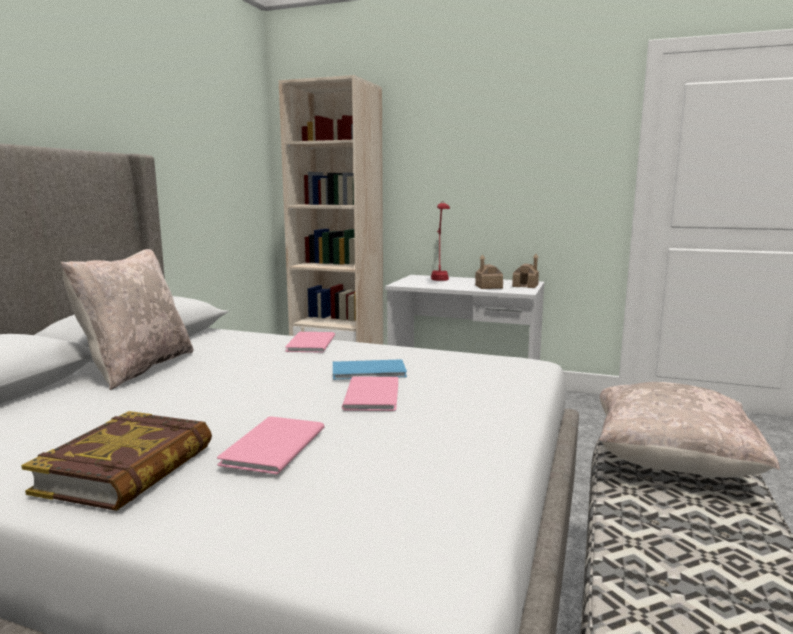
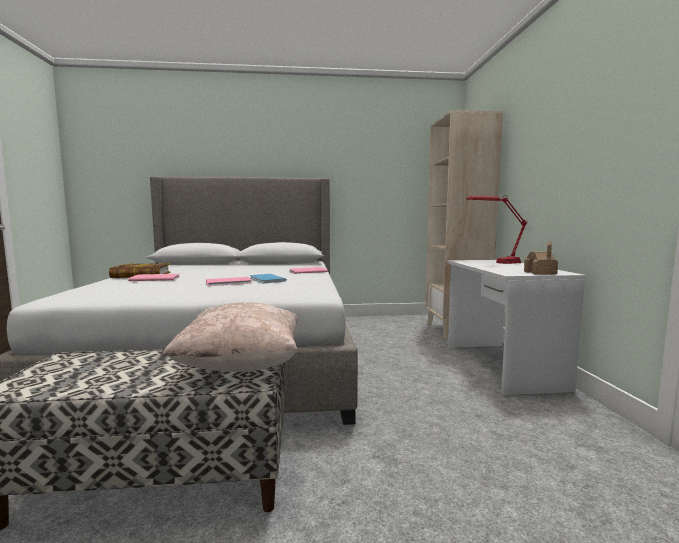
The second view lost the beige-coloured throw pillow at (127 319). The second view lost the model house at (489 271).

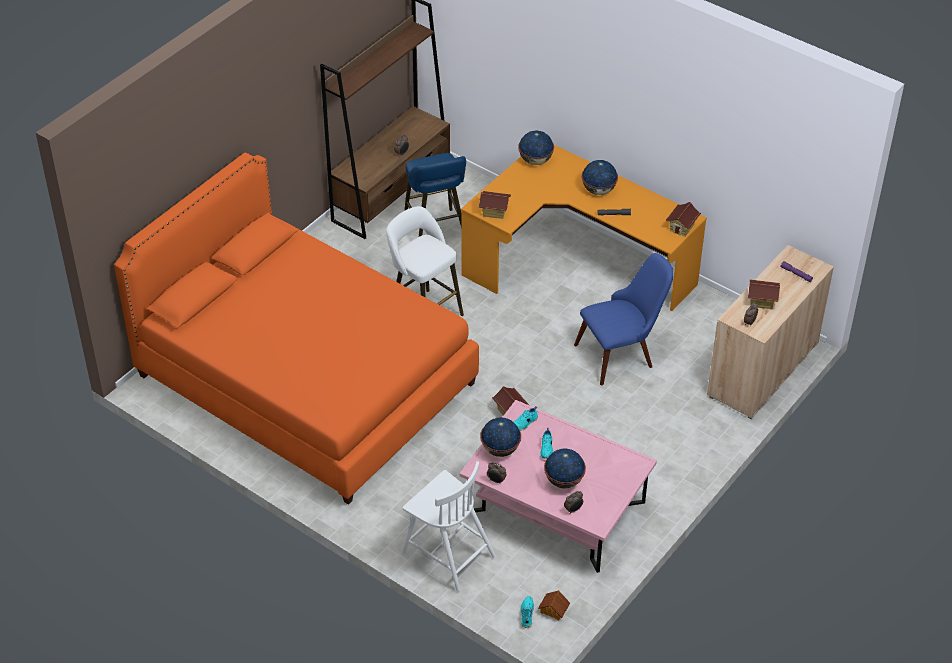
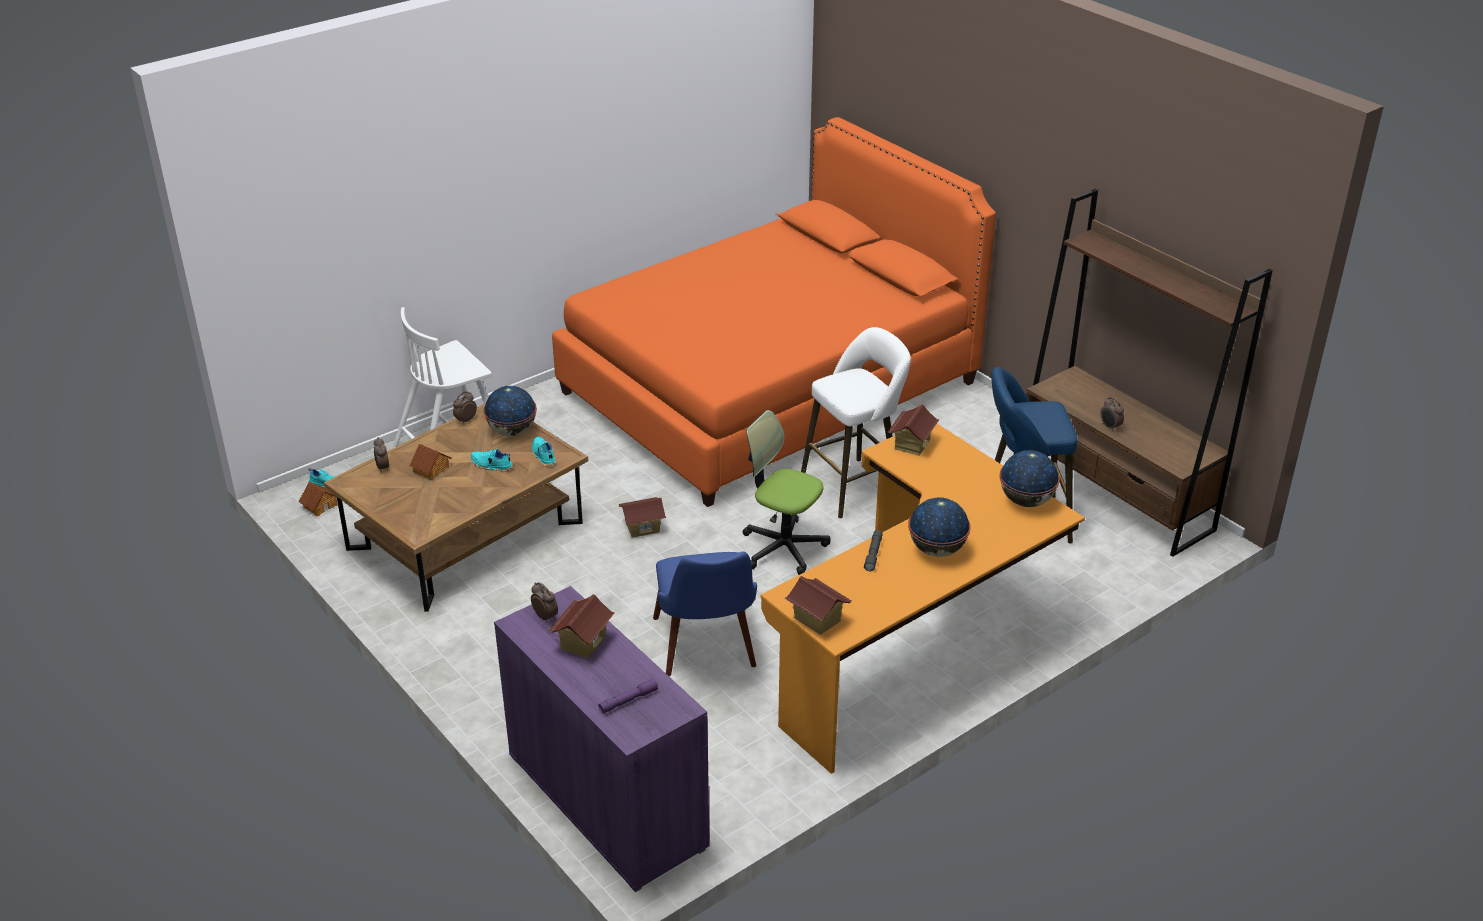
What was the pink lounge table at (558 486) turned into the brown-coloured lounge table at (456 507). Where the desk globe stood at (565 469), the model house came to stand at (431 462). What was the beige-coloured cupboard at (770 332) turned into the purple-coloured cupboard at (602 739). The second view gained the desk chair at (786 492).

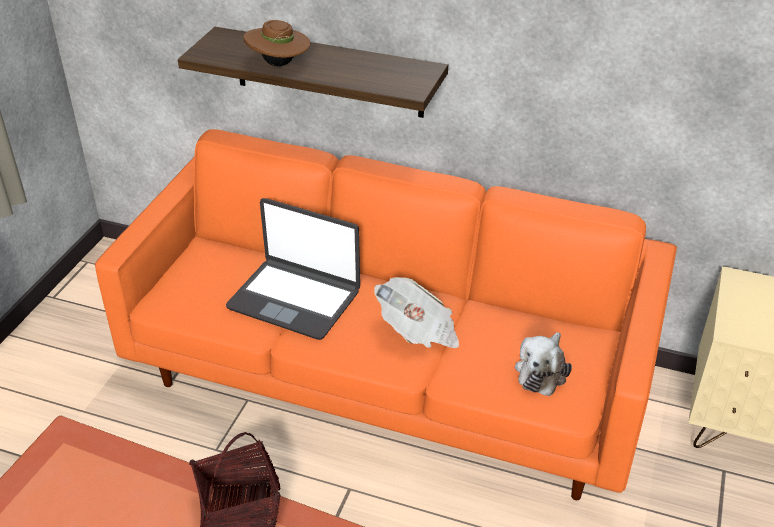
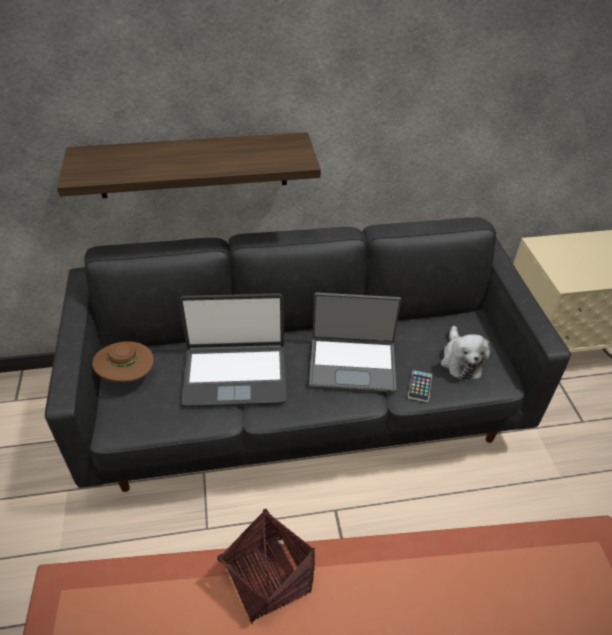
What was the orange-coloured settee at (386 314) turned into the black-coloured settee at (308 354). The brown-coloured wearable hat ended up elsewhere, having gone from (277 43) to (123 362). Where the printed paper stood at (417 312), the notebook computer came to stand at (355 343). The second view gained the telephone at (420 386).

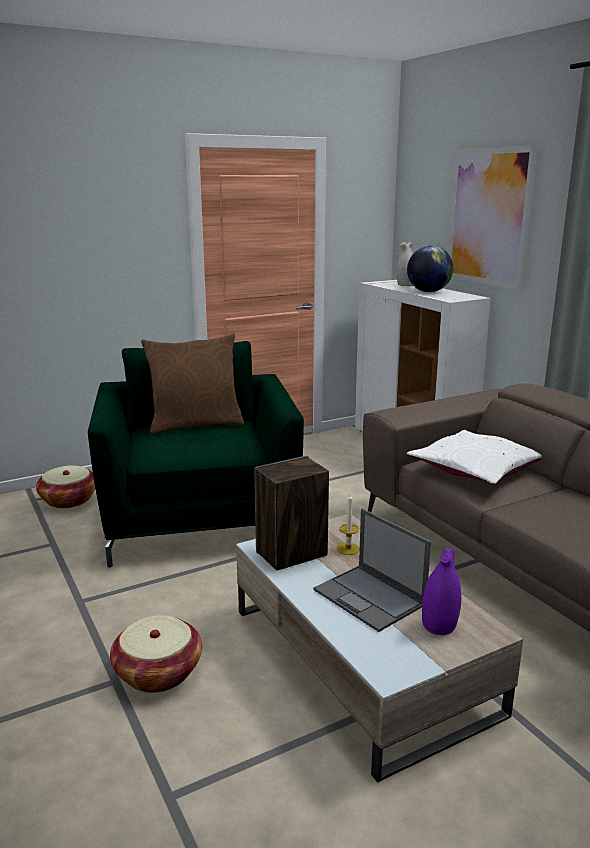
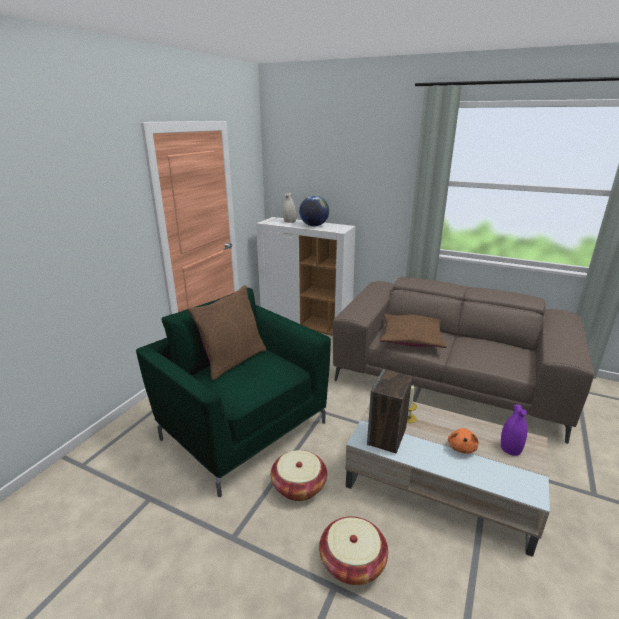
The basket ended up elsewhere, having gone from (65 486) to (299 475). What was the white throw pillow at (474 457) turned into the brown-coloured throw pillow at (413 331). Where the notebook computer stood at (372 570), the orange-coloured plush toy came to stand at (463 441). The second view lost the wall art at (493 217).

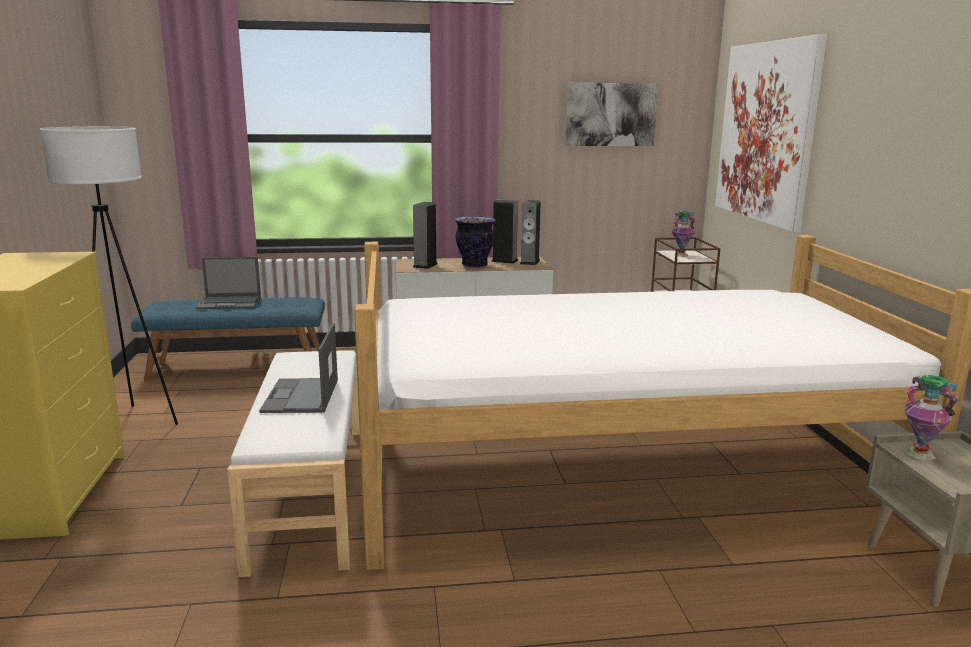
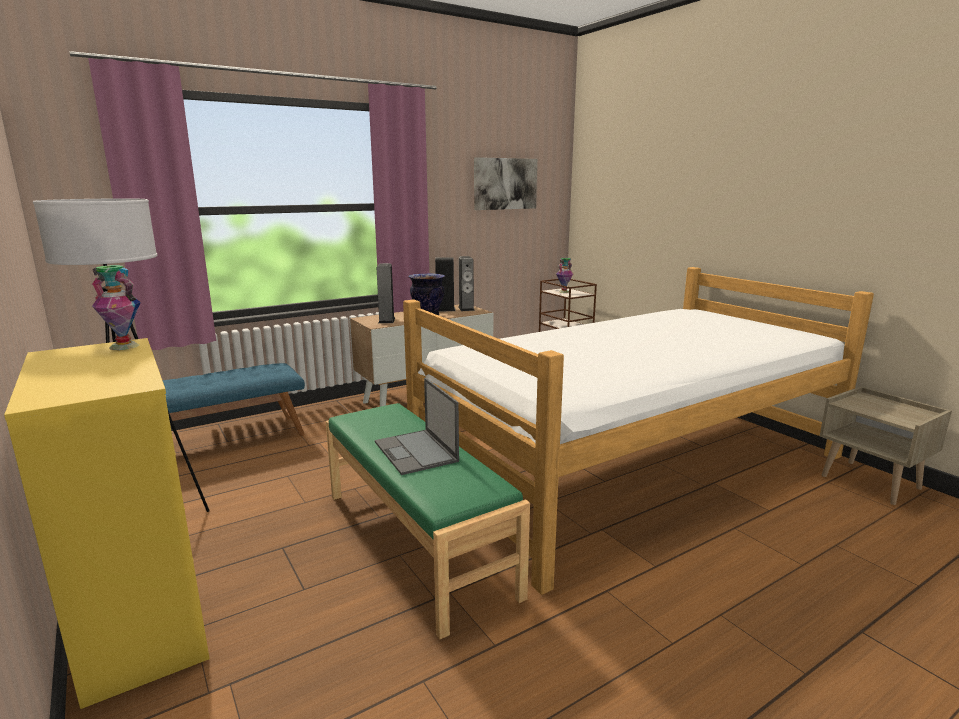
The decorative vase ended up elsewhere, having gone from (931 417) to (116 307). What was the white long seat at (293 463) turned into the green long seat at (428 521). The second view lost the notebook computer at (228 283). The second view lost the wall art at (771 133).

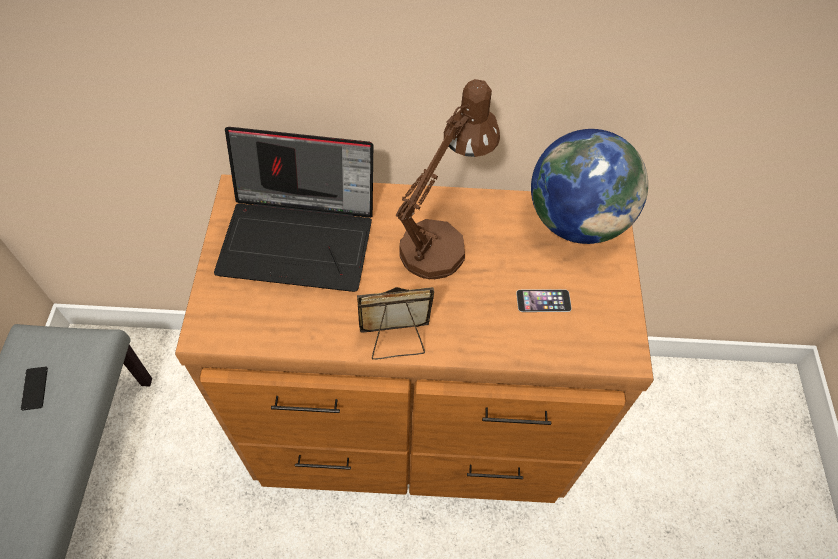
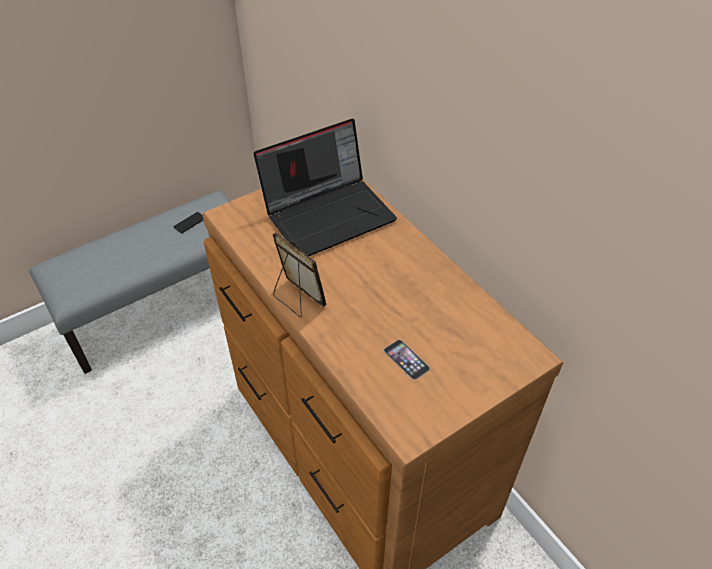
The notebook computer at (293 209) ended up facing another way, 90 degrees counterclockwise from before. The second view lost the brown-coloured table lamp at (448 179). The second view lost the desk globe at (589 186).

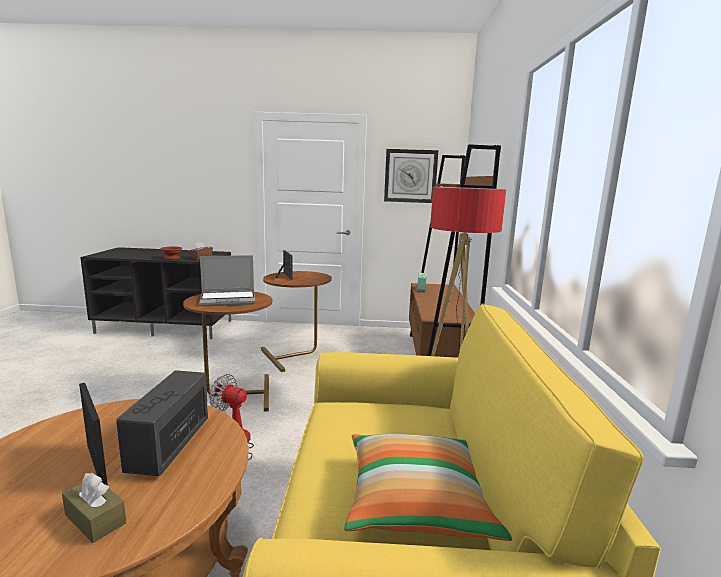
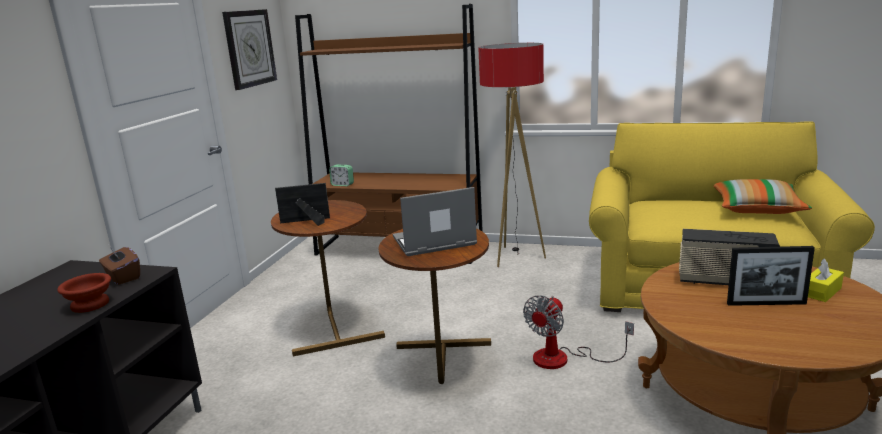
The notebook computer at (227 281) ended up facing another way, 105 degrees counterclockwise from before. The photo frame at (93 434) ended up facing another way, 150 degrees counterclockwise from before. What was the brown-coloured tissue box at (94 508) turned into the yellow tissue box at (826 280).

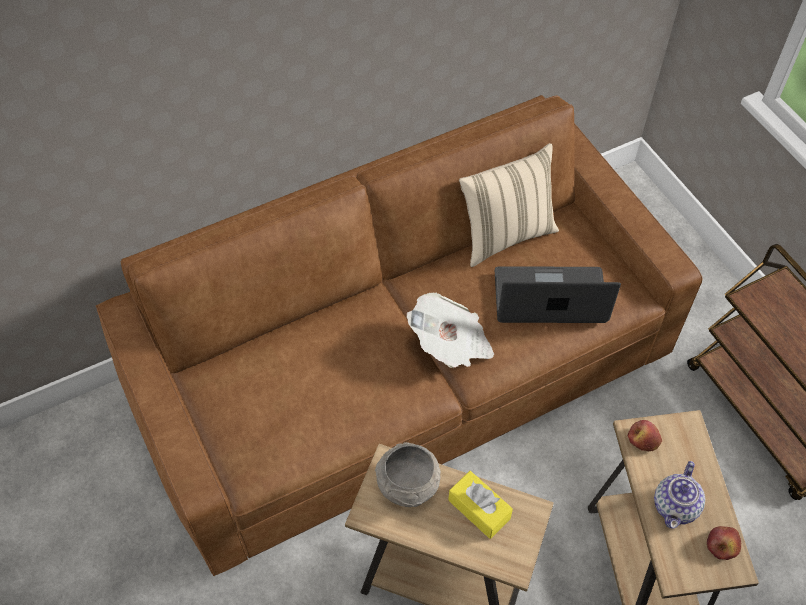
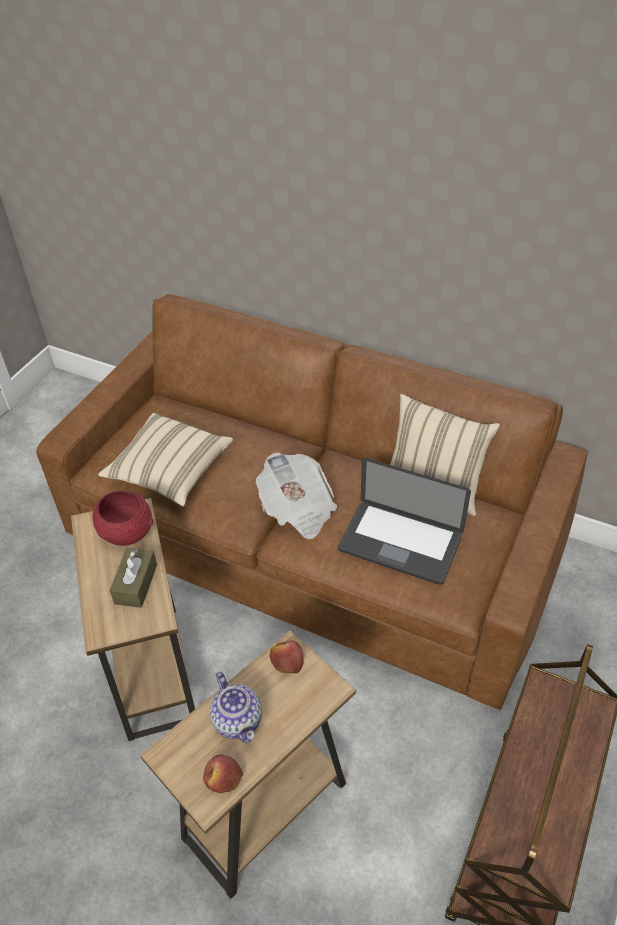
What was the gray serving bowl at (408 474) turned into the red serving bowl at (122 518). The second view gained the beige-coloured throw pillow at (165 459). What was the yellow tissue box at (480 505) turned into the brown-coloured tissue box at (133 578). The pot for tea at (679 495) ended up facing another way, 105 degrees counterclockwise from before. The notebook computer at (558 294) ended up facing another way, 150 degrees clockwise from before.

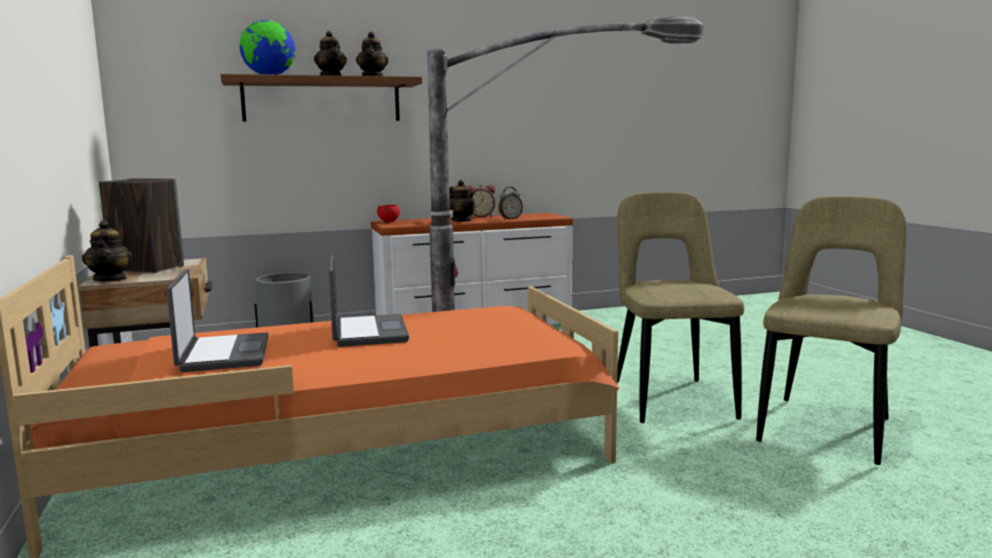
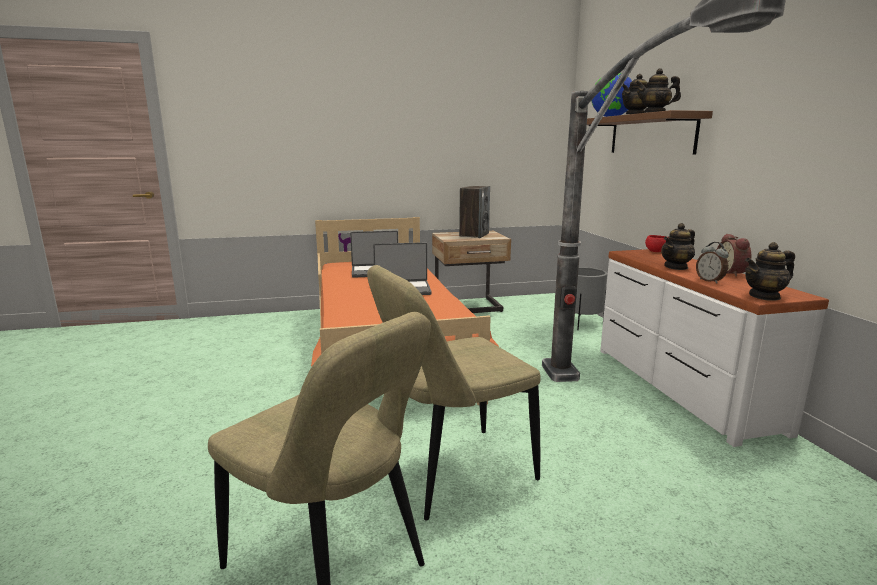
The beige-coloured upright chair at (680 307) ended up facing another way, 150 degrees clockwise from before. The pot for tea ended up elsewhere, having gone from (107 251) to (770 271).

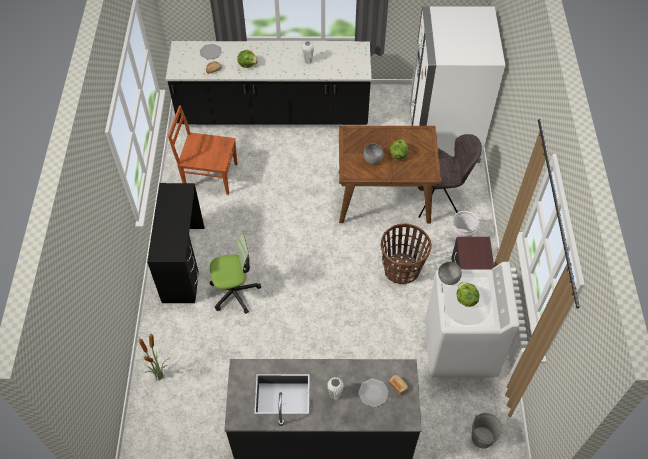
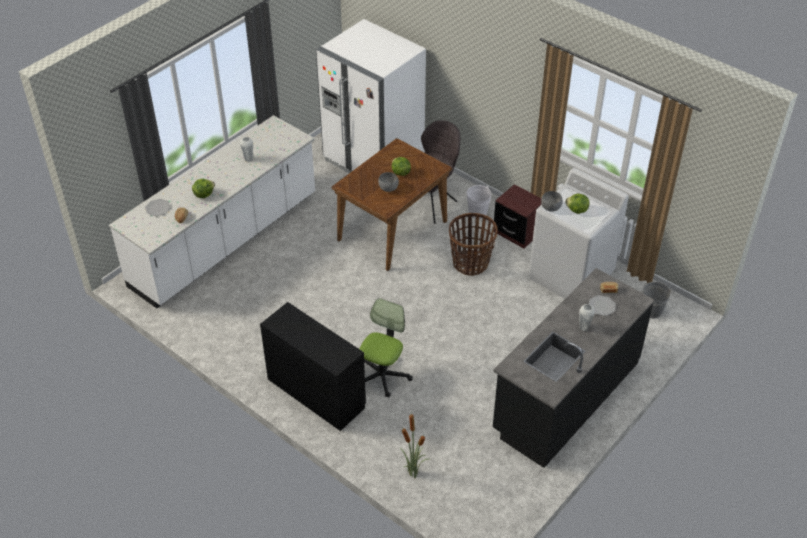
What was the black-coloured kitchen counter at (269 83) turned into the white kitchen counter at (212 211). The second view lost the brown-coloured upright chair at (203 150).

